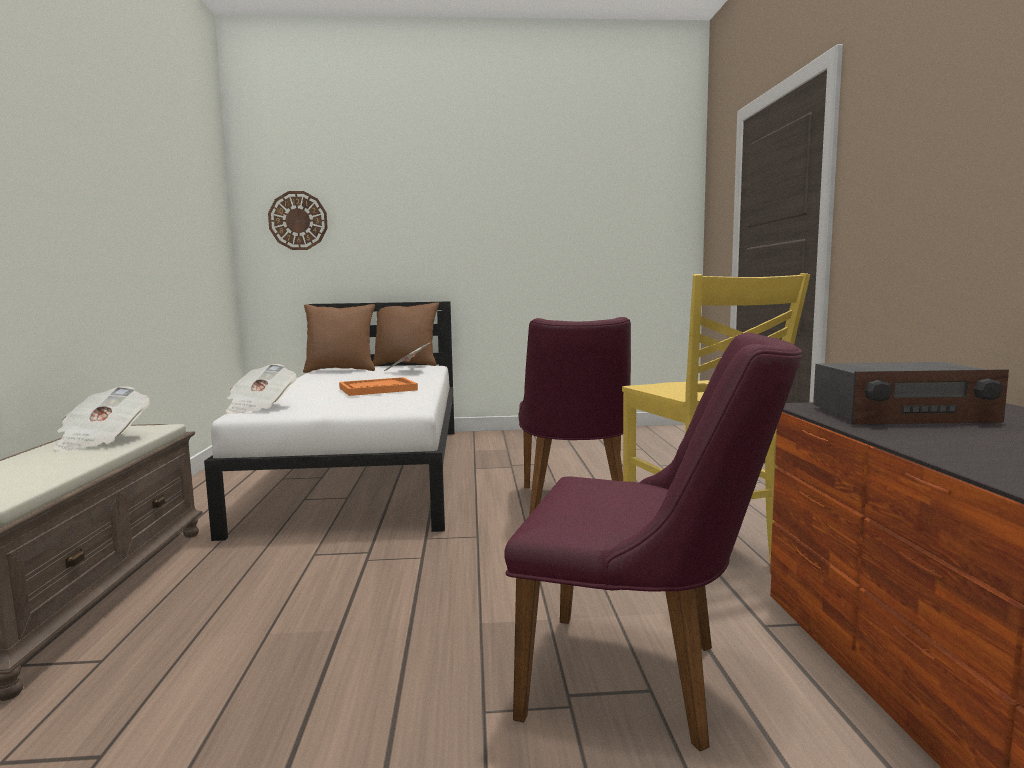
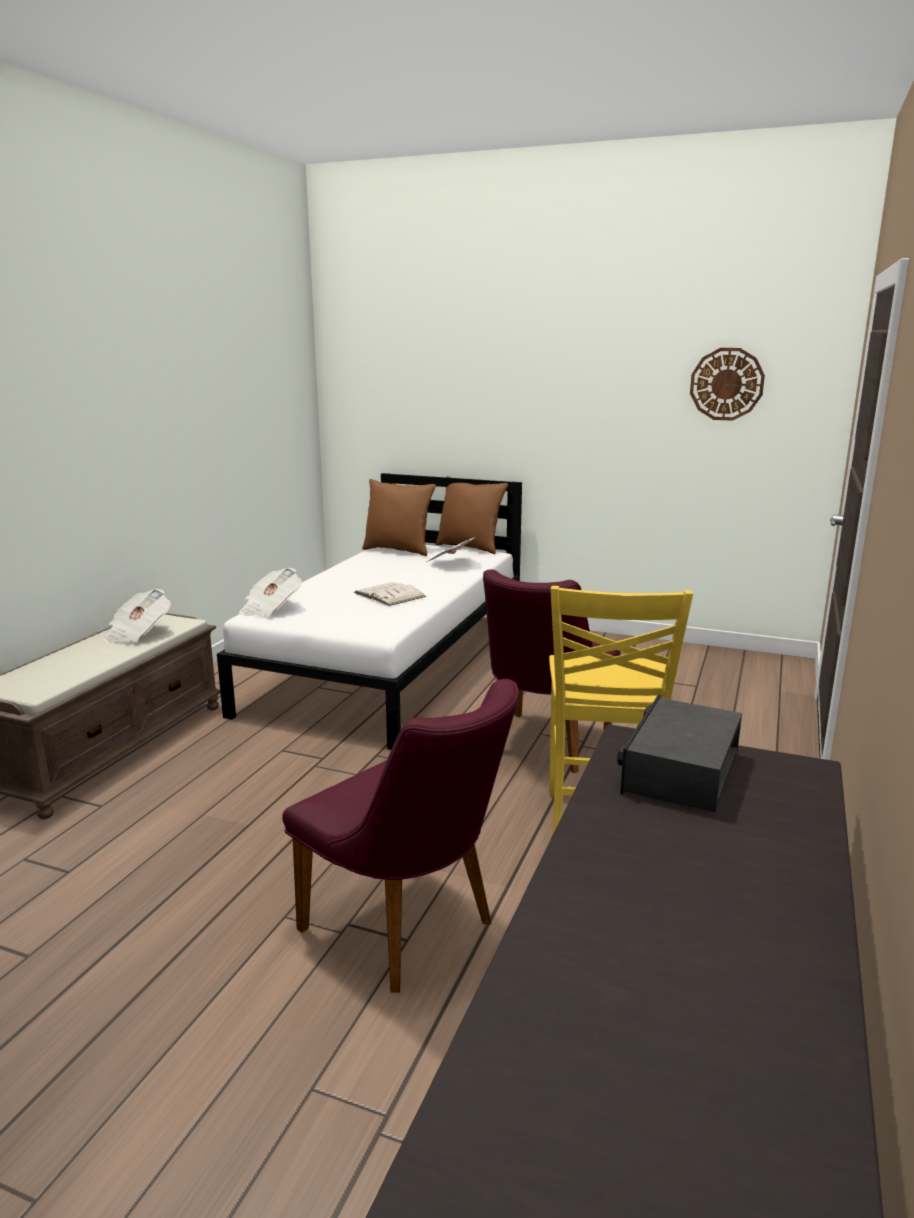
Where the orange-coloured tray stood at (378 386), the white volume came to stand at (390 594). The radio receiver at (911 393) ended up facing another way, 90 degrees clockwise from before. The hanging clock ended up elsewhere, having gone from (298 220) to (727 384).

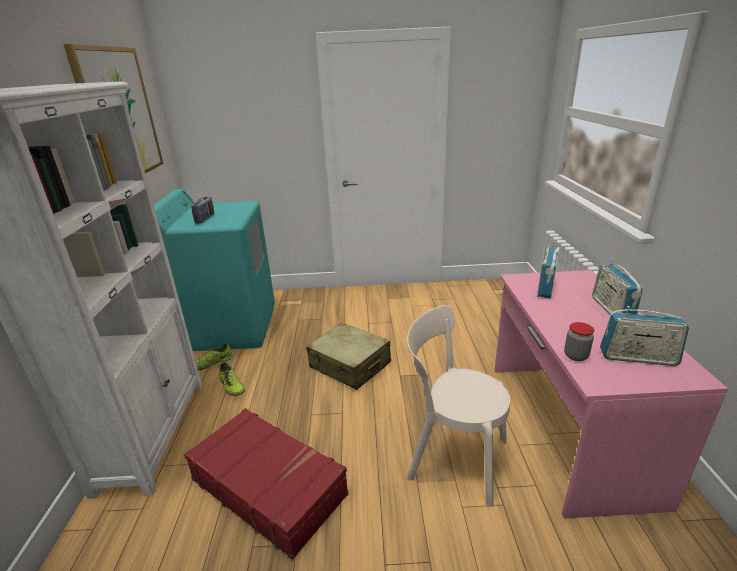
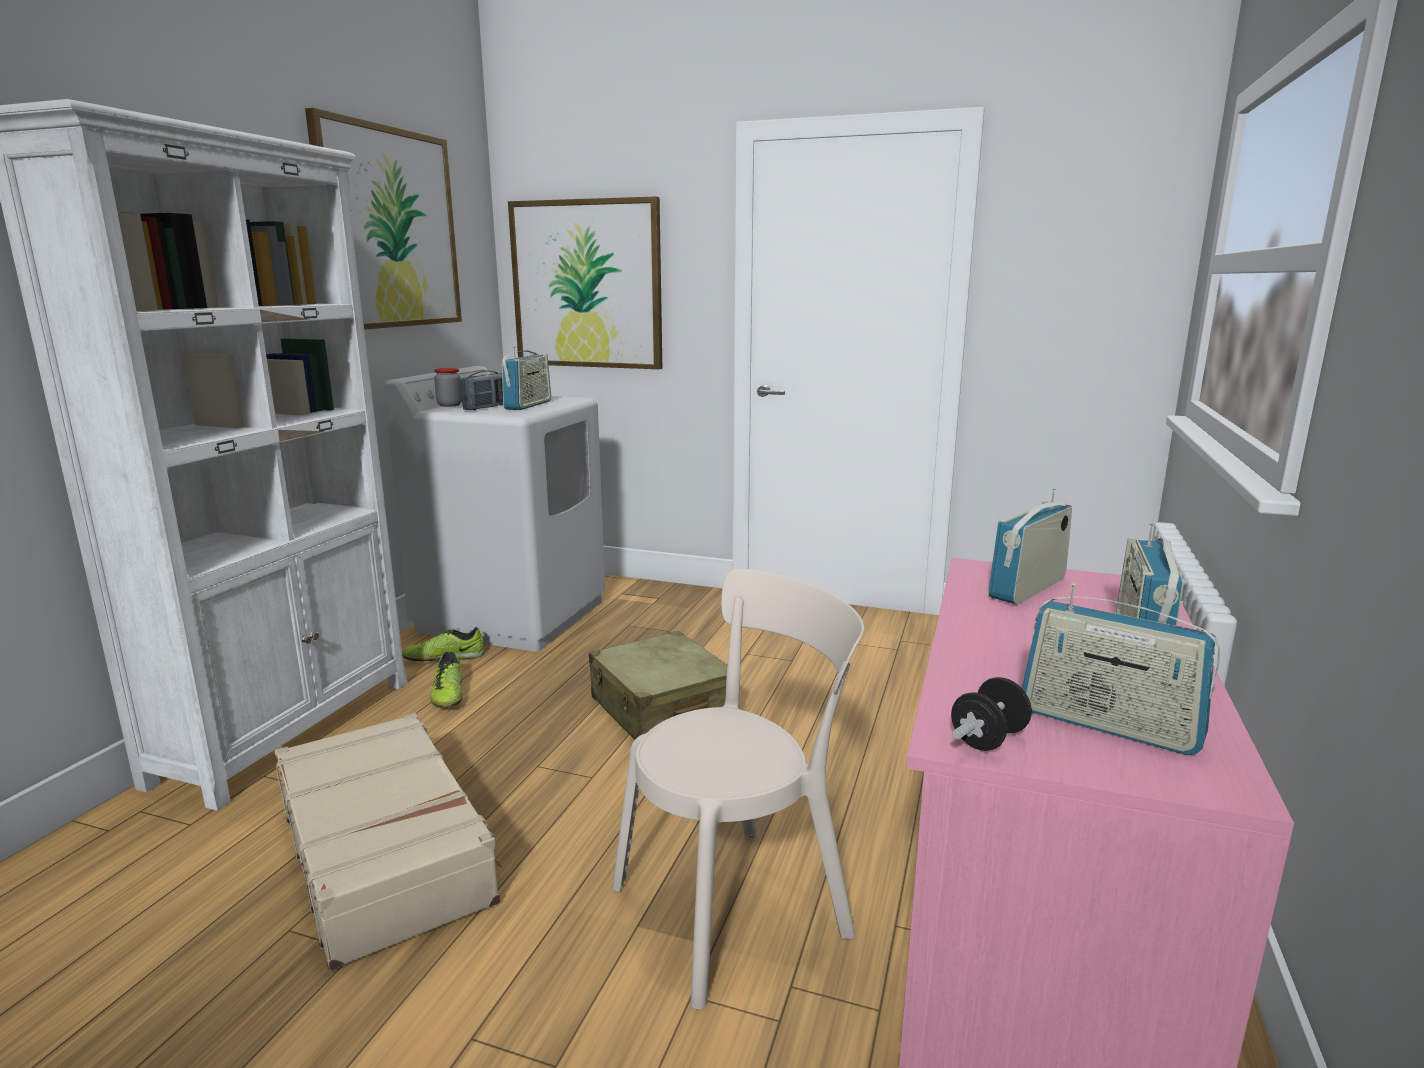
What was the red travel case at (266 484) turned into the beige-coloured travel case at (388 842). What was the blue-green laundry machine at (214 270) turned into the white laundry machine at (494 509). The jar ended up elsewhere, having gone from (579 341) to (448 387). The second view gained the radio receiver at (526 378). The second view gained the wall art at (585 282). The beige-coloured upright chair at (458 406) ended up facing another way, 105 degrees clockwise from before. The second view gained the black-coloured hand weight at (991 714).

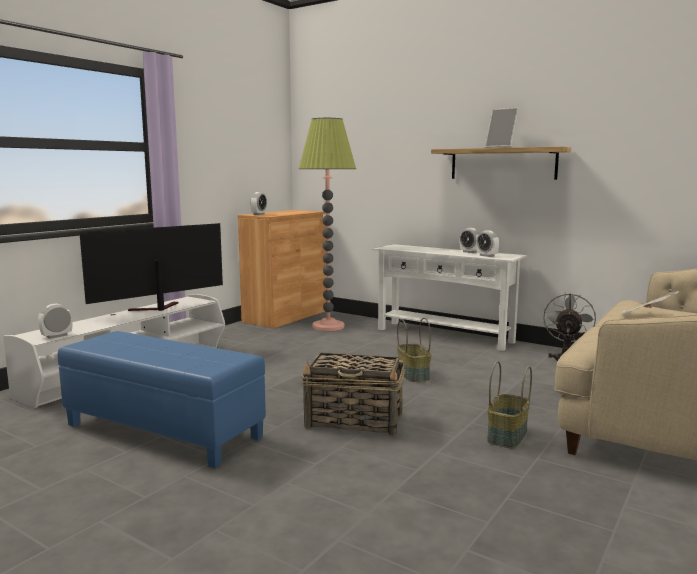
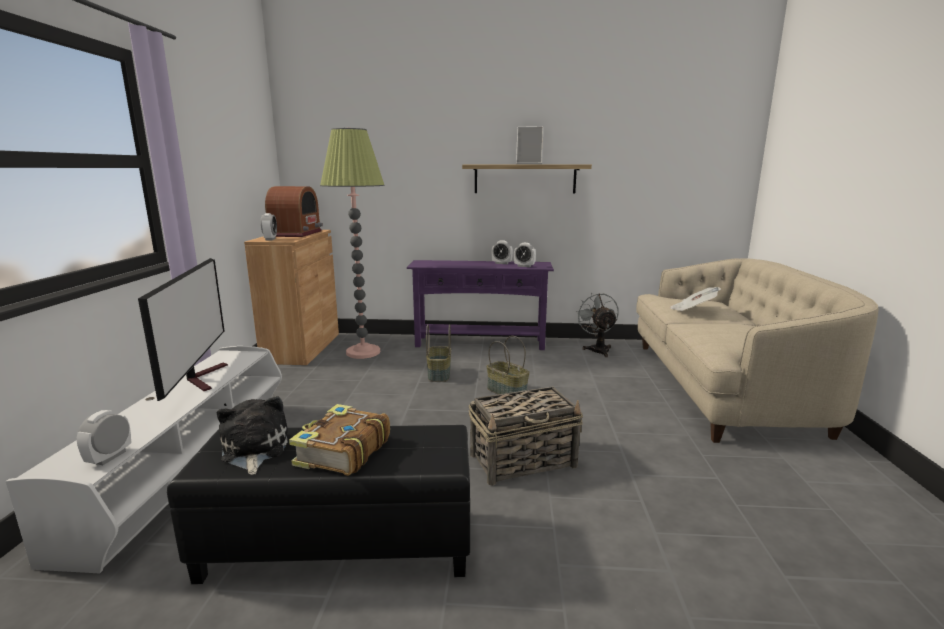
The TV set at (151 267) ended up facing another way, 150 degrees clockwise from before. What was the bluish ottoman at (162 399) turned into the black-coloured ottoman at (318 504). The second view gained the plush toy at (252 435). The second view gained the radio receiver at (294 211). The second view gained the volume at (339 440). What was the white console table at (450 297) turned into the purple-coloured console table at (480 305). The basket ended up elsewhere, having gone from (509 404) to (438 353).

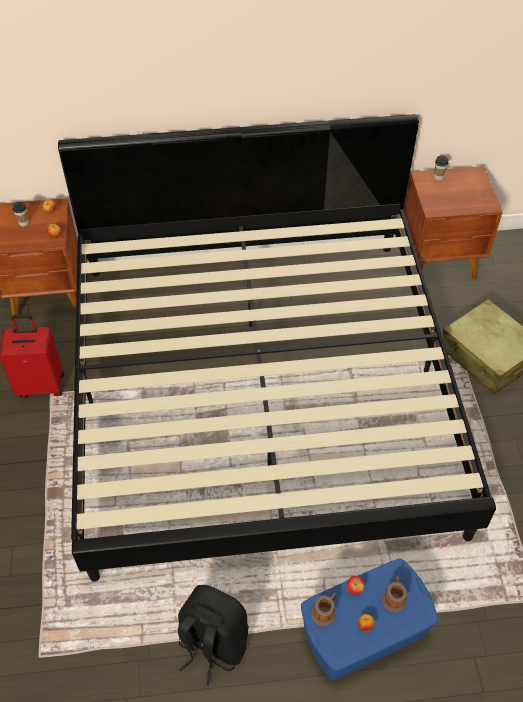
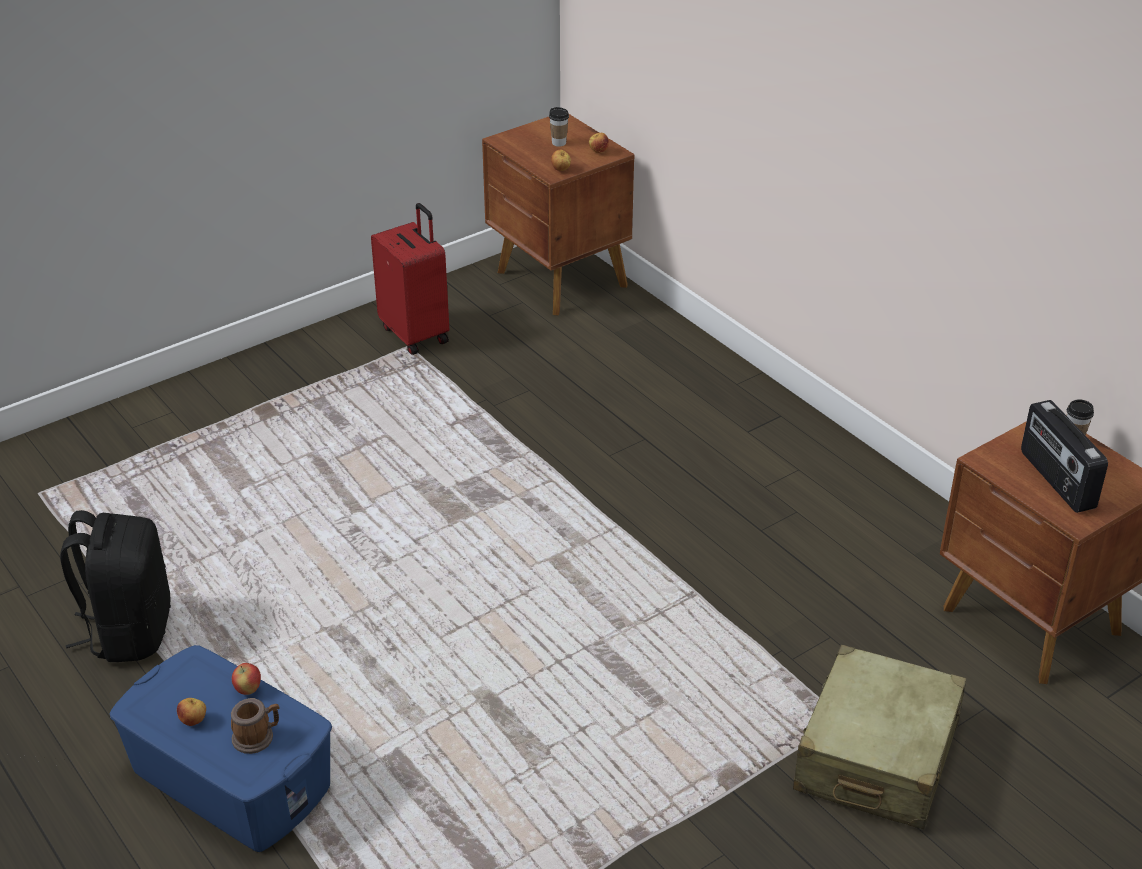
The second view gained the radio receiver at (1064 456). The second view lost the sleeping bed at (277 348). The second view lost the tea mug at (324 609).

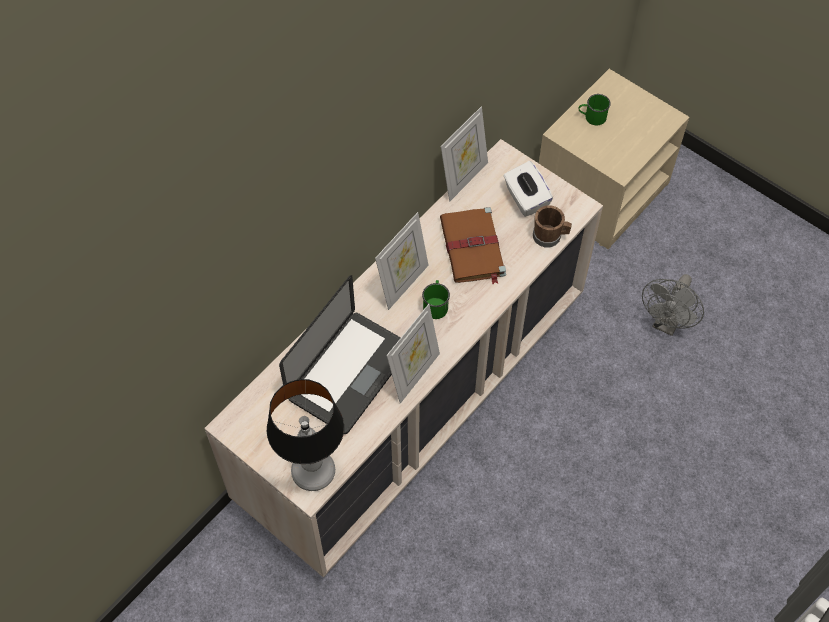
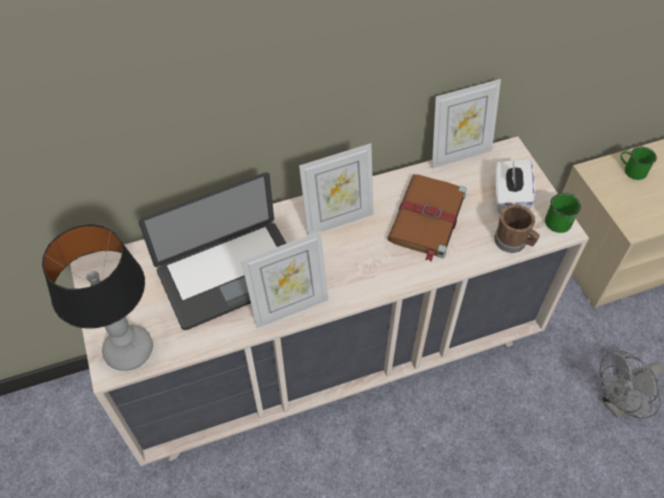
The green tea mug ended up elsewhere, having gone from (436 299) to (563 213).

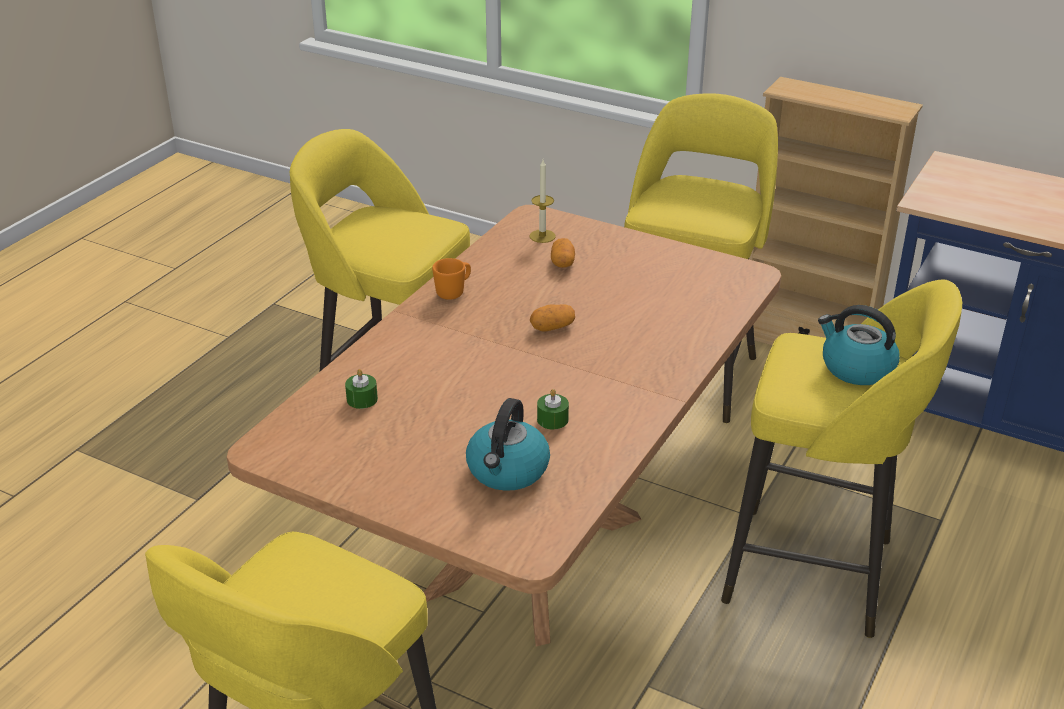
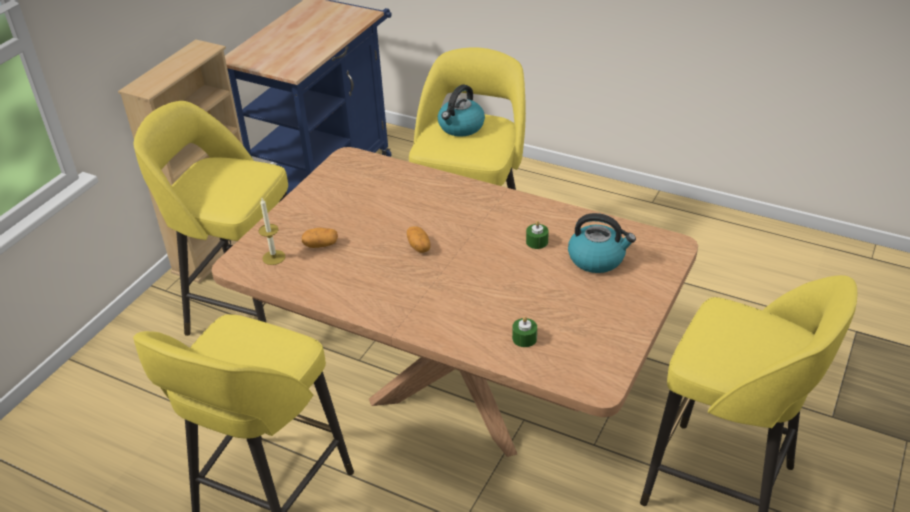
The second view lost the orange-coloured tea mug at (451 279).

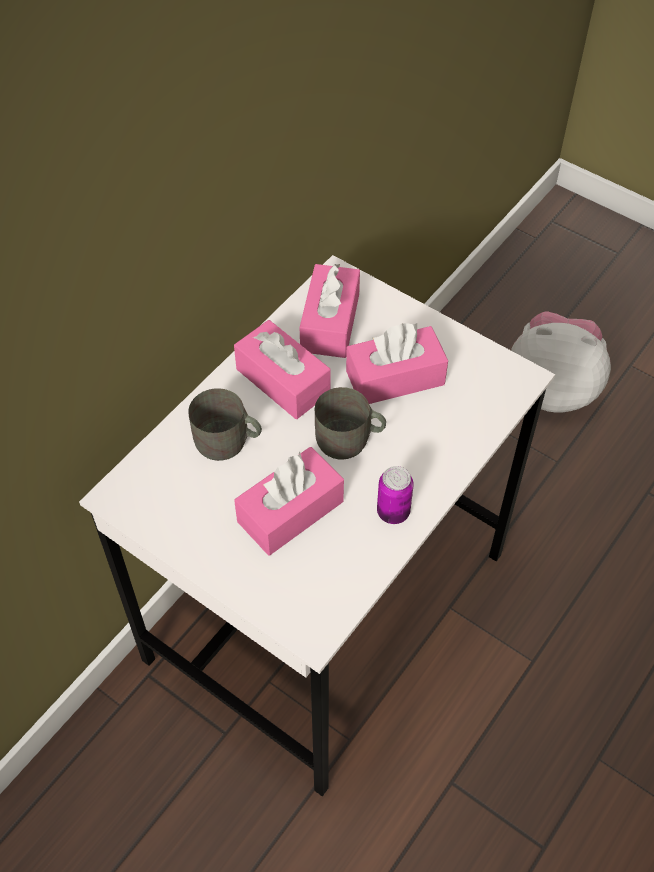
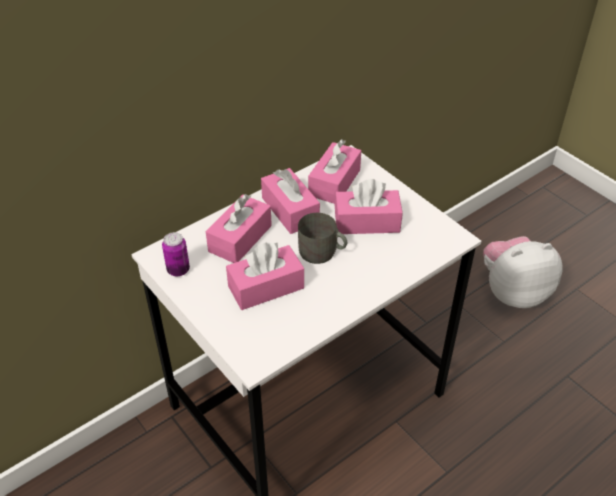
The sealed can ended up elsewhere, having gone from (395 495) to (176 254). Where the gray tea mug stood at (225 424), the pink tissue box came to stand at (239 228). The plush toy at (561 362) ended up facing another way, 45 degrees counterclockwise from before.

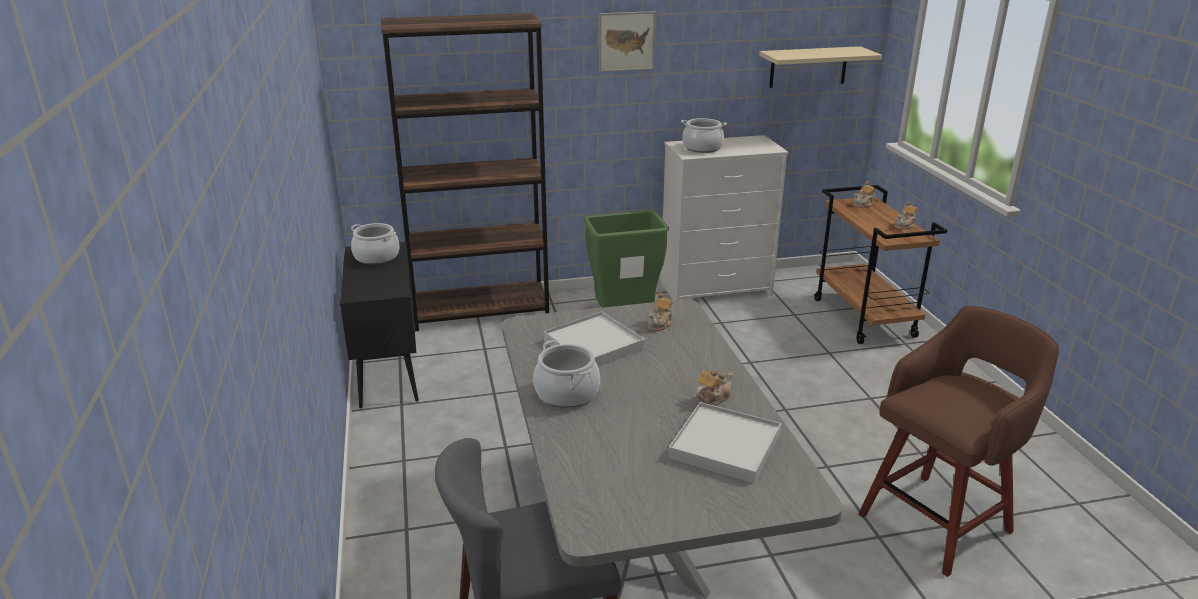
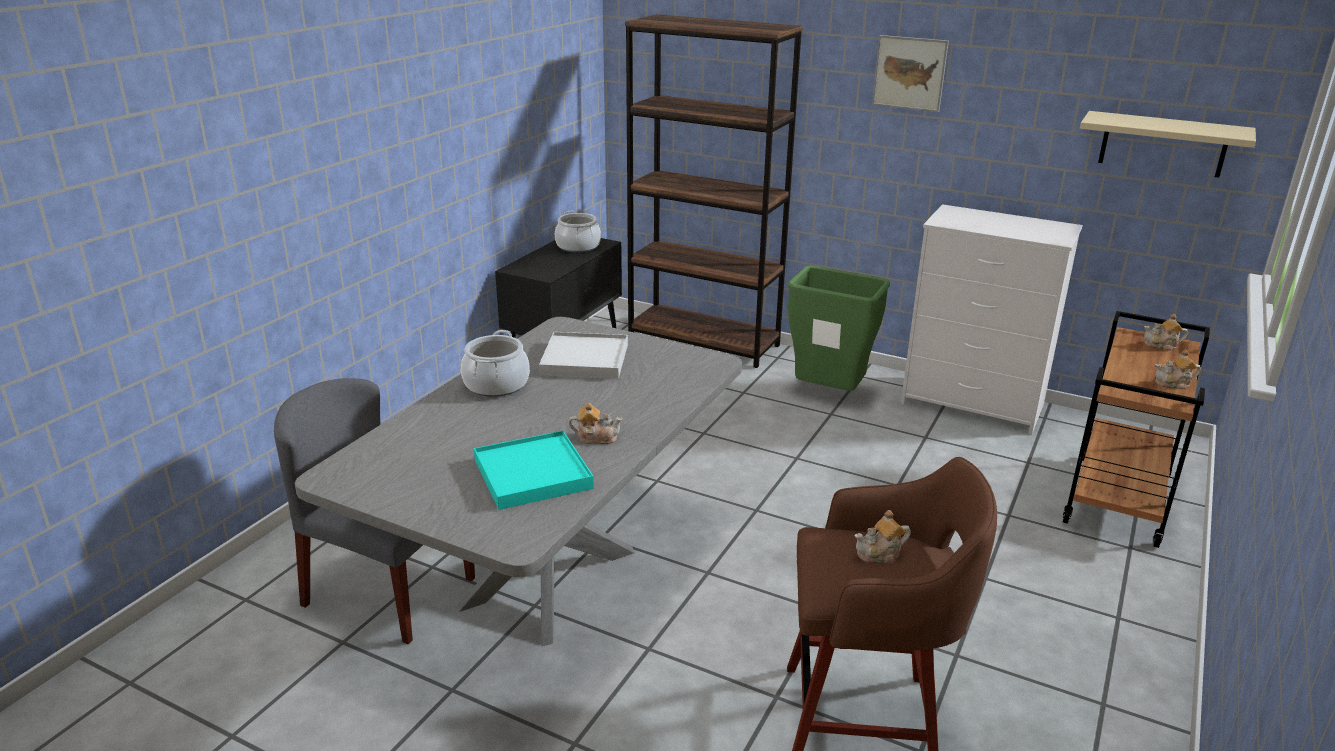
What was the white tray at (724 442) turned into the blue-green tray at (534 470). The pot for tea ended up elsewhere, having gone from (660 311) to (883 536). The second view lost the saucepot at (704 135).

